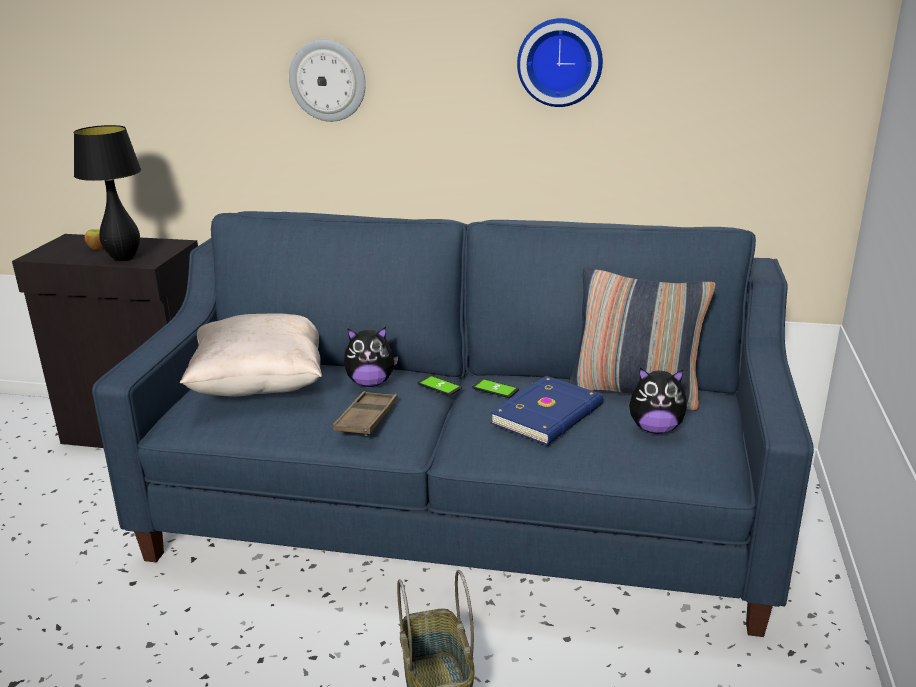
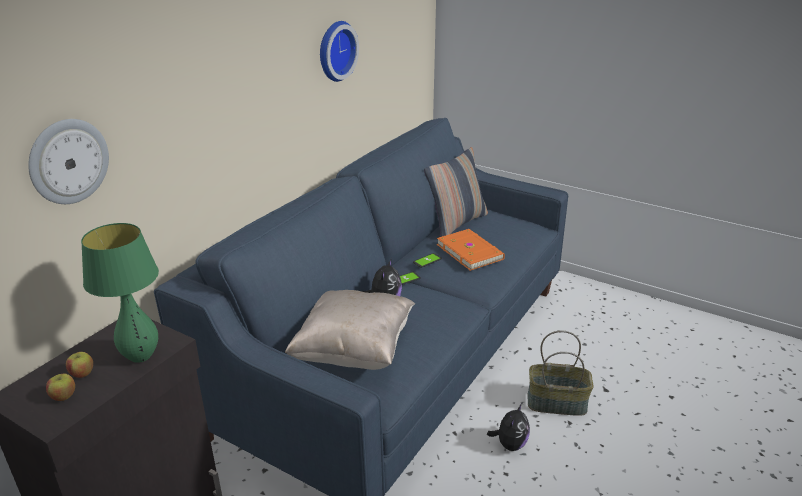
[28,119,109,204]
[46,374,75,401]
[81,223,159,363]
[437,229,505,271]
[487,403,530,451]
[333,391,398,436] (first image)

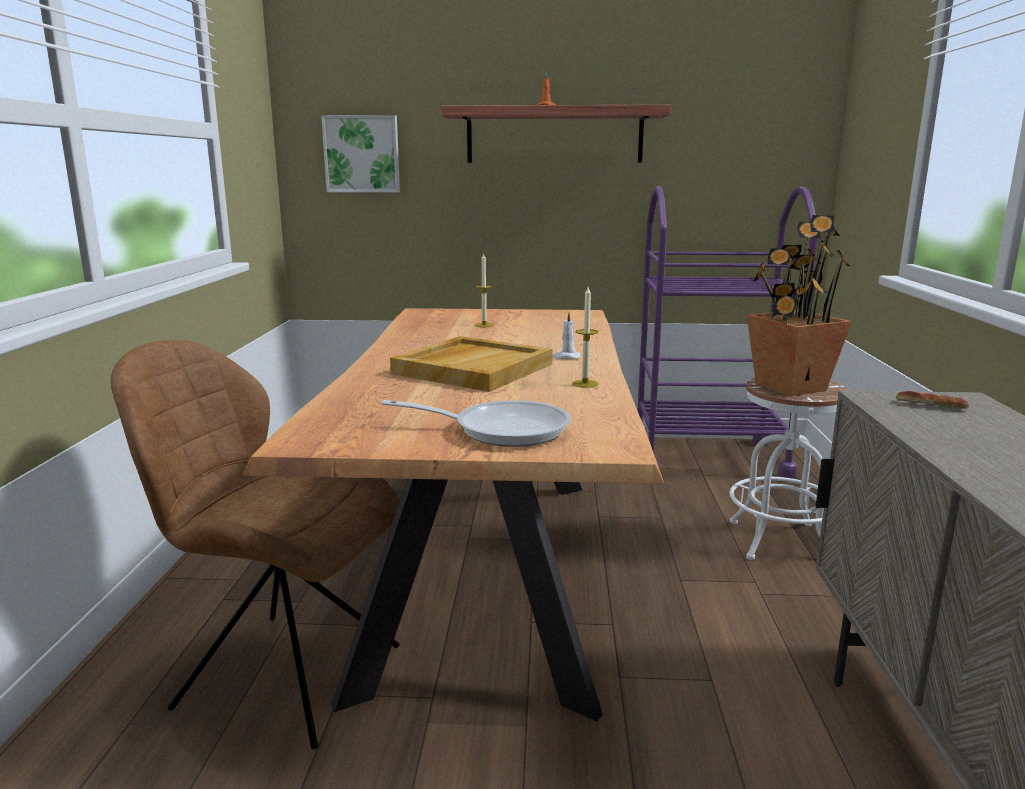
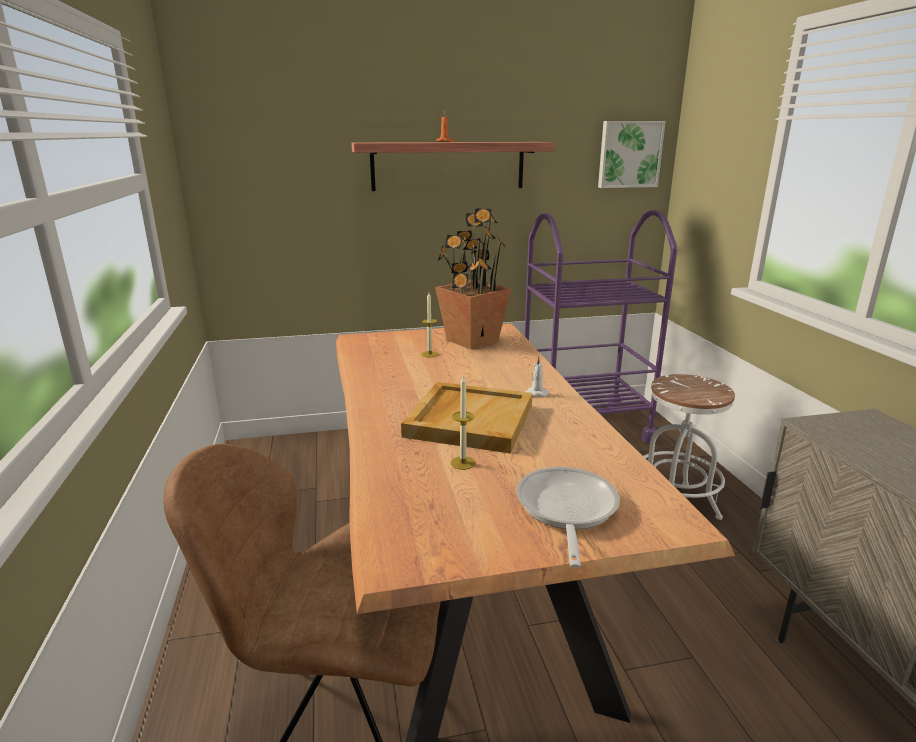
[435,209,511,349]
[450,374,476,470]
[516,467,620,568]
[598,121,666,188]
[896,391,969,409] (first image)

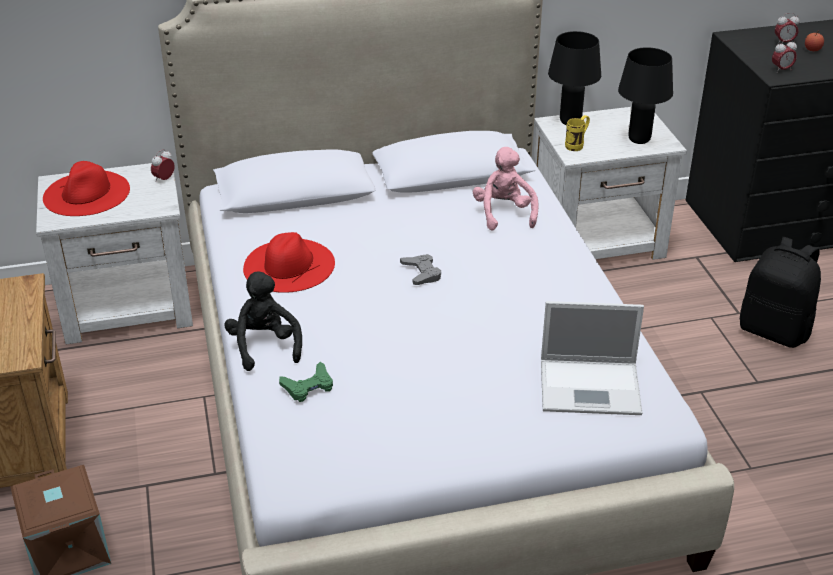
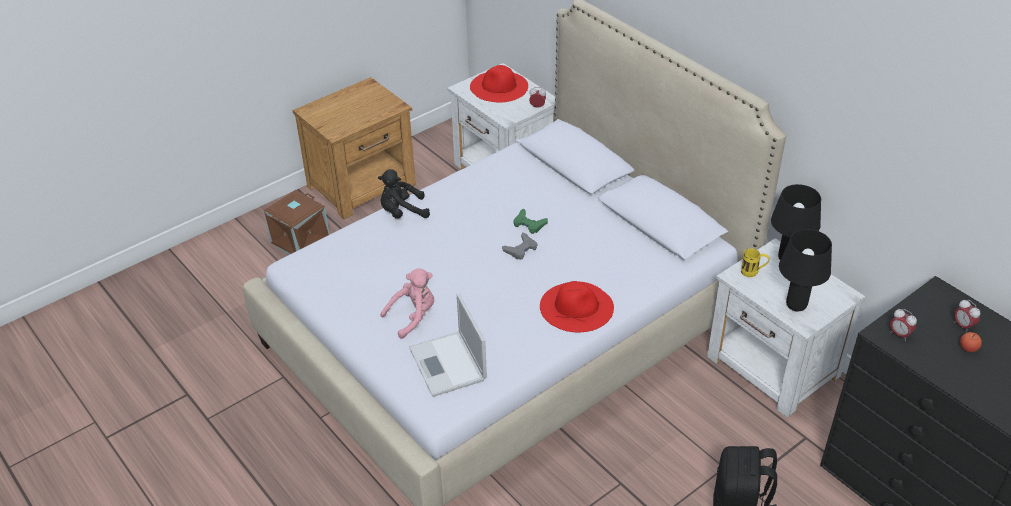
[378,169,430,219]
[381,268,434,339]
[513,208,548,234]
[540,281,614,332]

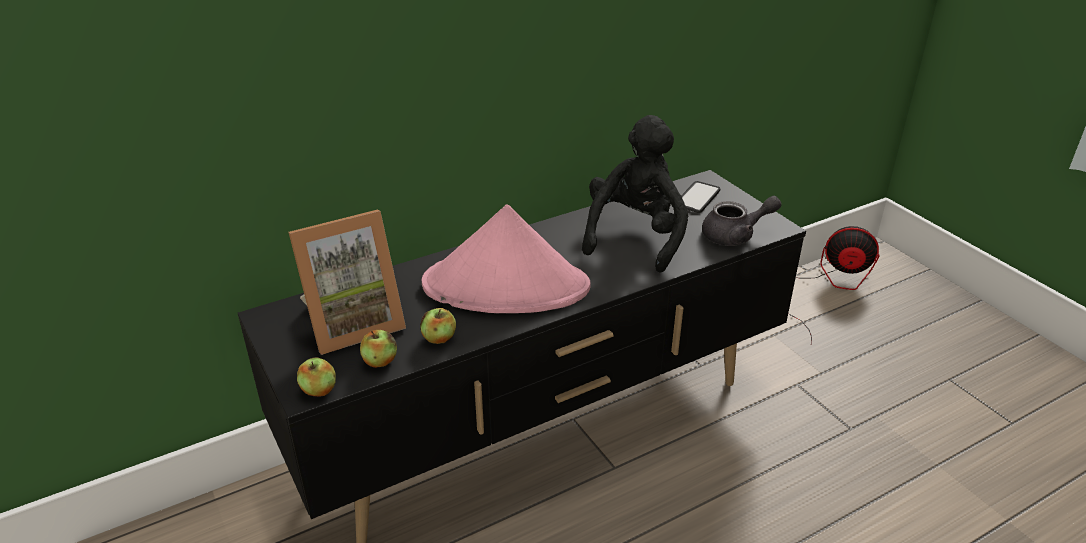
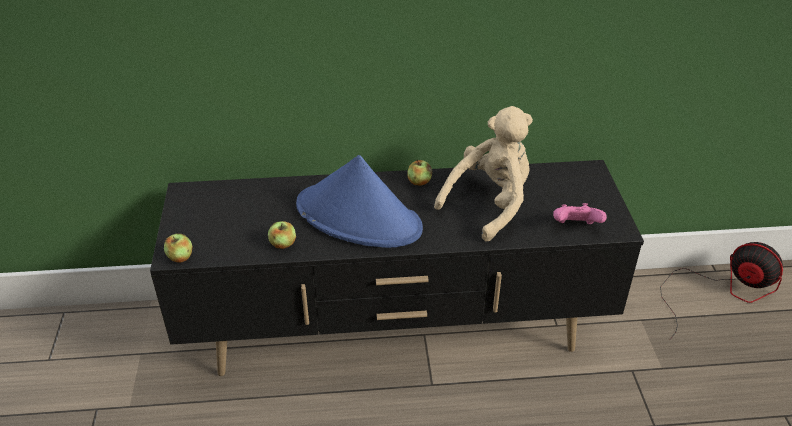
[296,155,423,248]
[407,160,432,186]
[434,106,533,242]
[553,203,607,224]
[289,209,406,355] (first image)
[681,181,720,213] (first image)

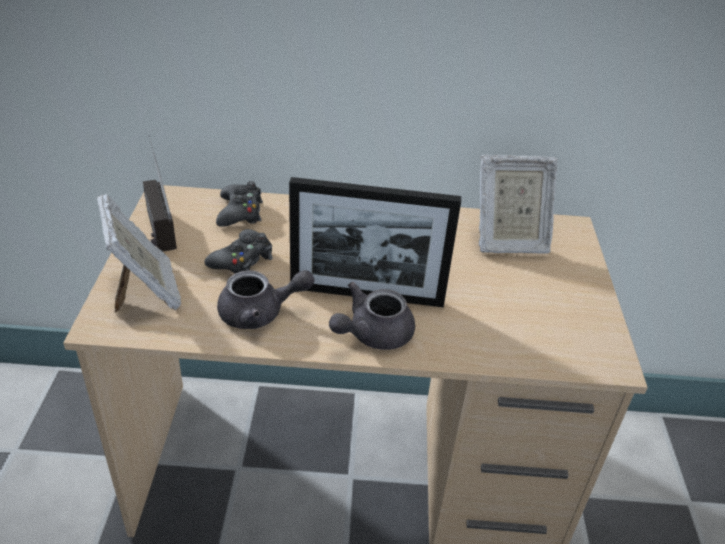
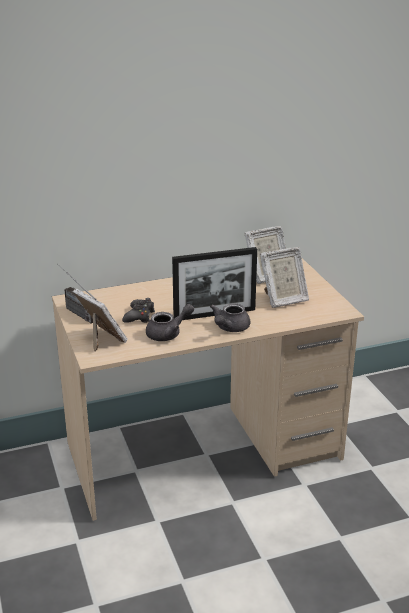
[260,247,309,308]
[216,181,263,227] (first image)

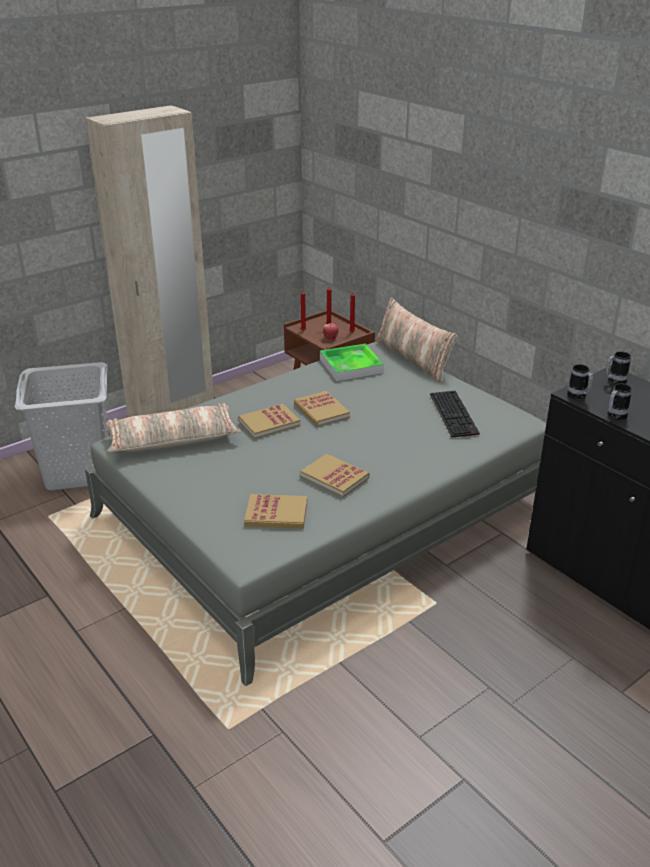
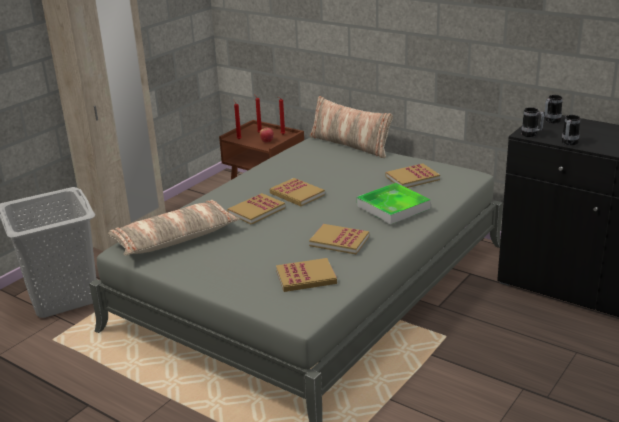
[357,183,431,225]
[386,163,440,188]

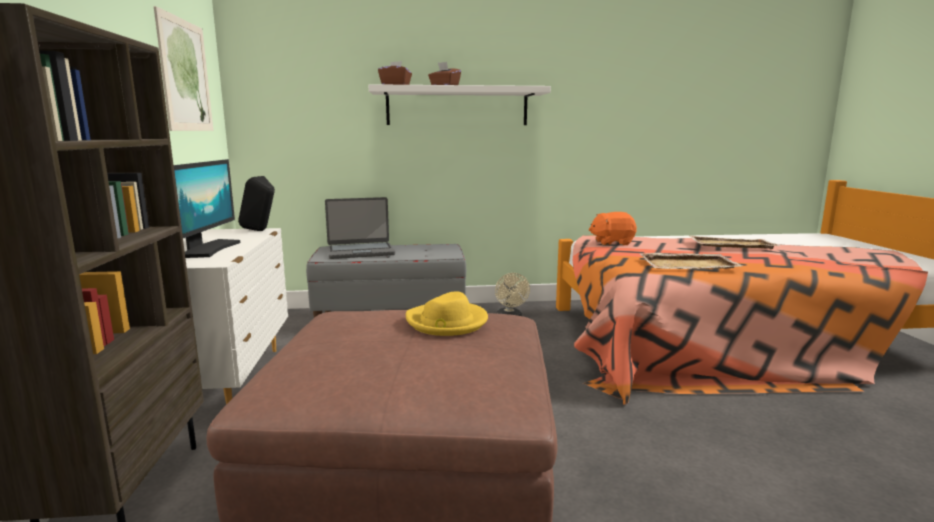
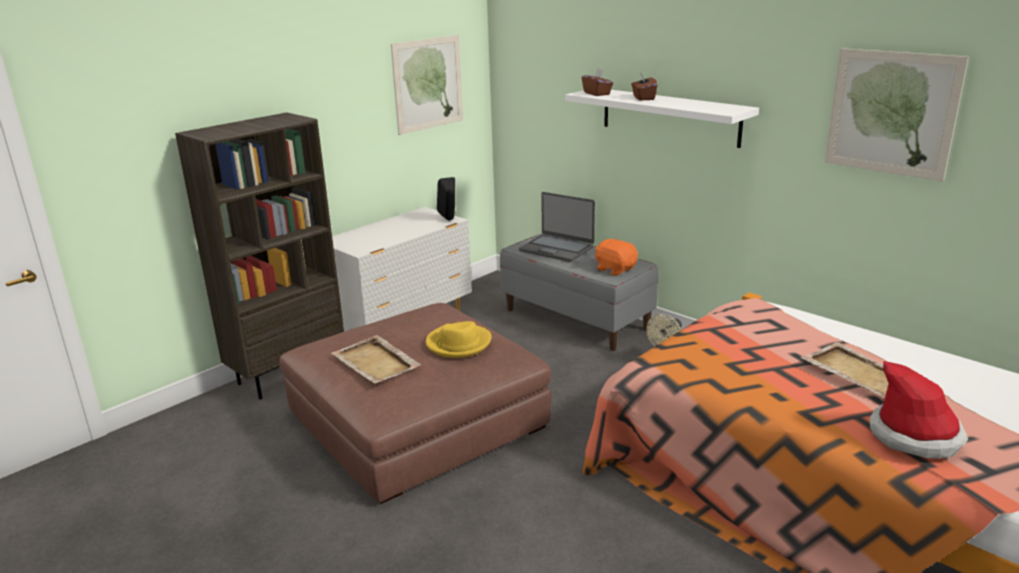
[331,335,421,384]
[595,238,638,276]
[825,48,969,182]
[870,361,968,458]
[174,159,240,258] (first image)

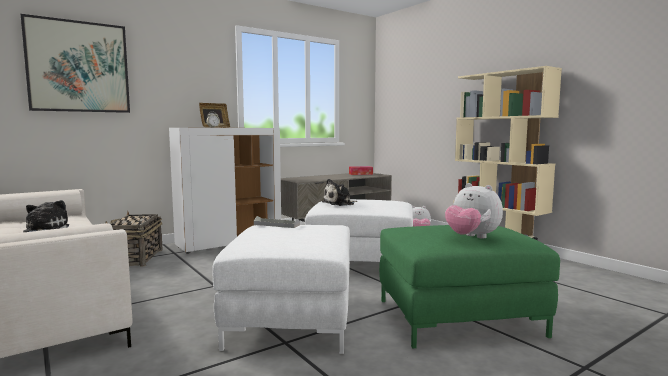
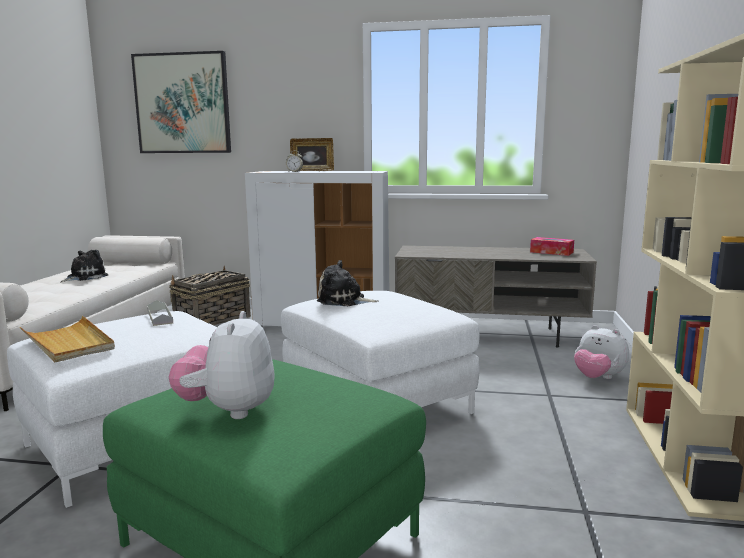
[20,316,115,363]

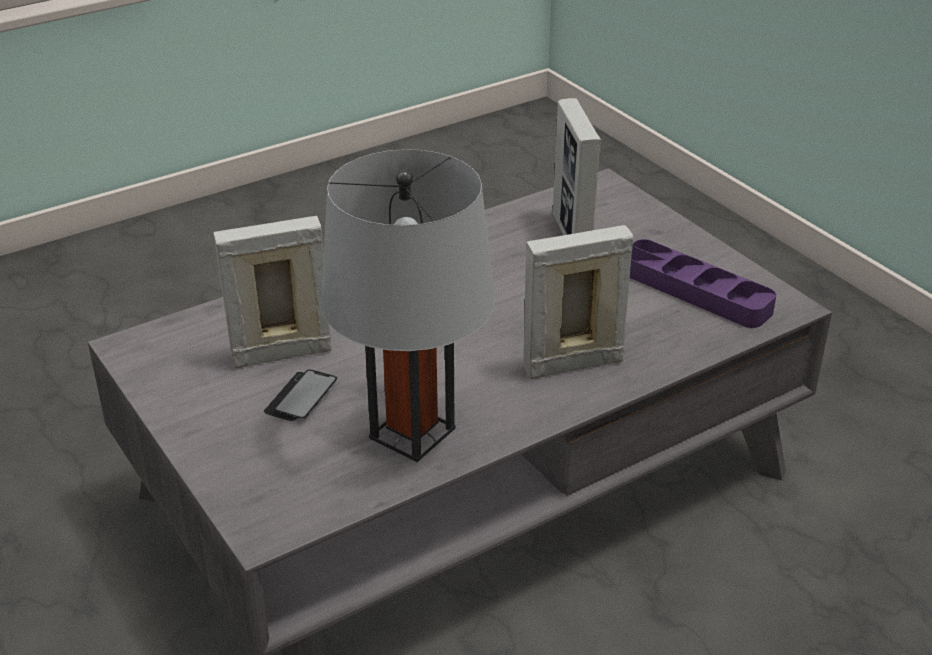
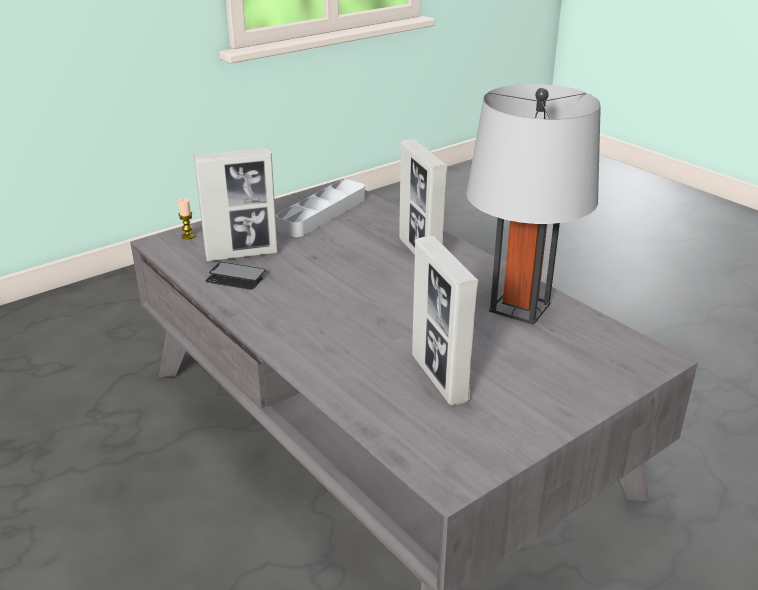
[178,198,195,239]
[206,262,266,290]
[276,180,365,237]

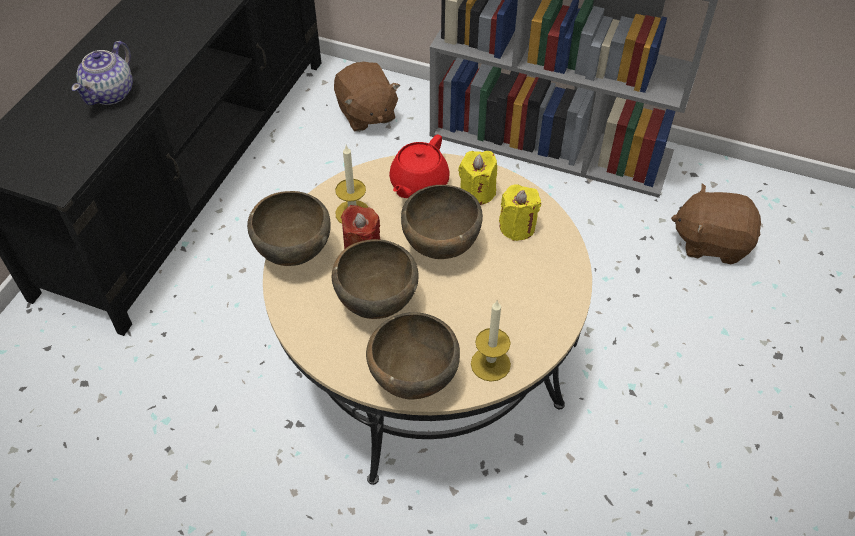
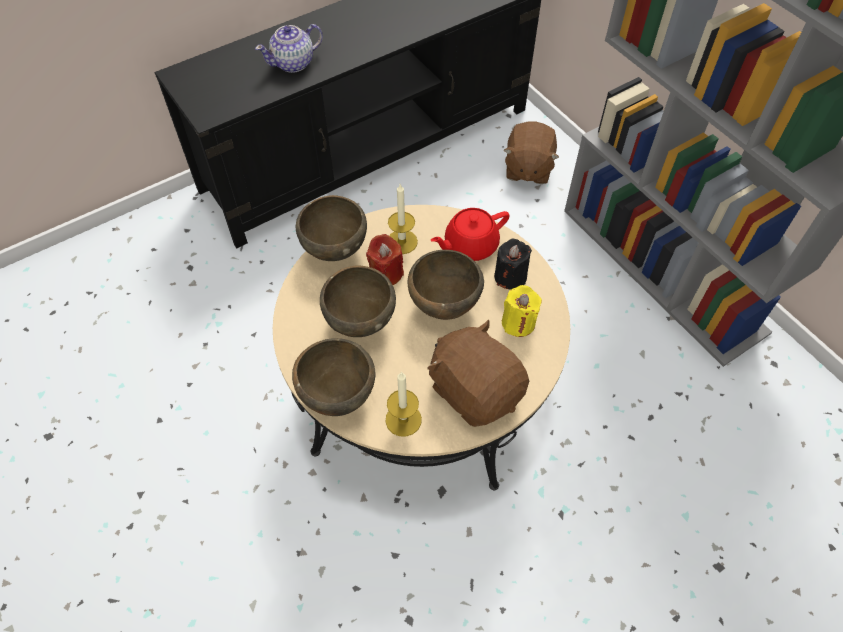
[427,320,529,427]
[494,239,532,290]

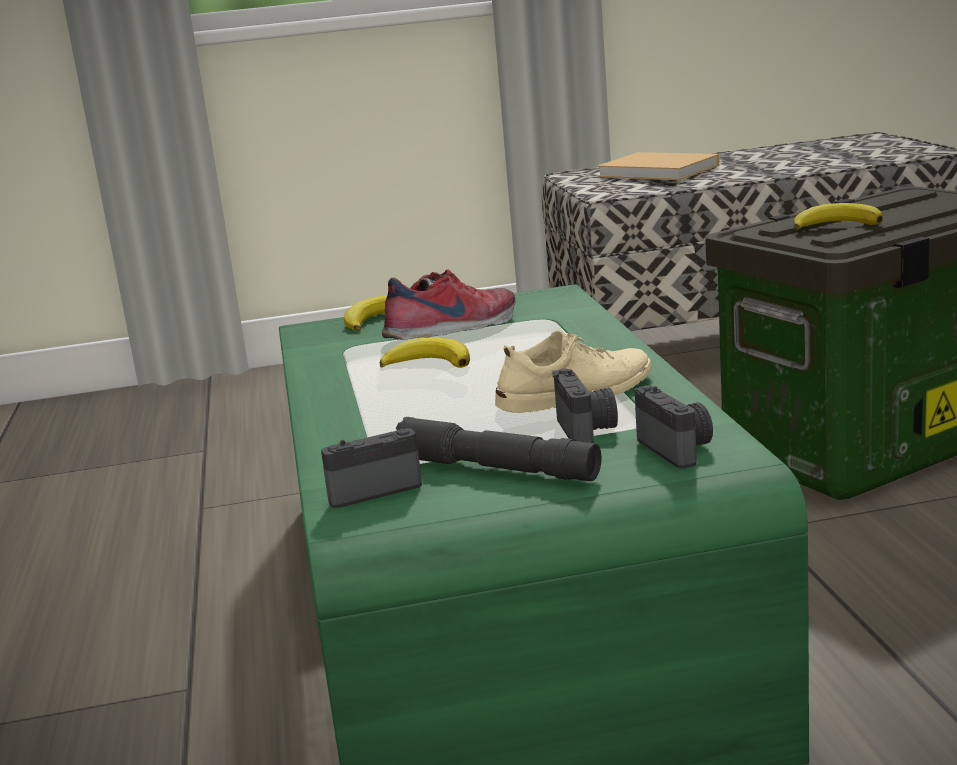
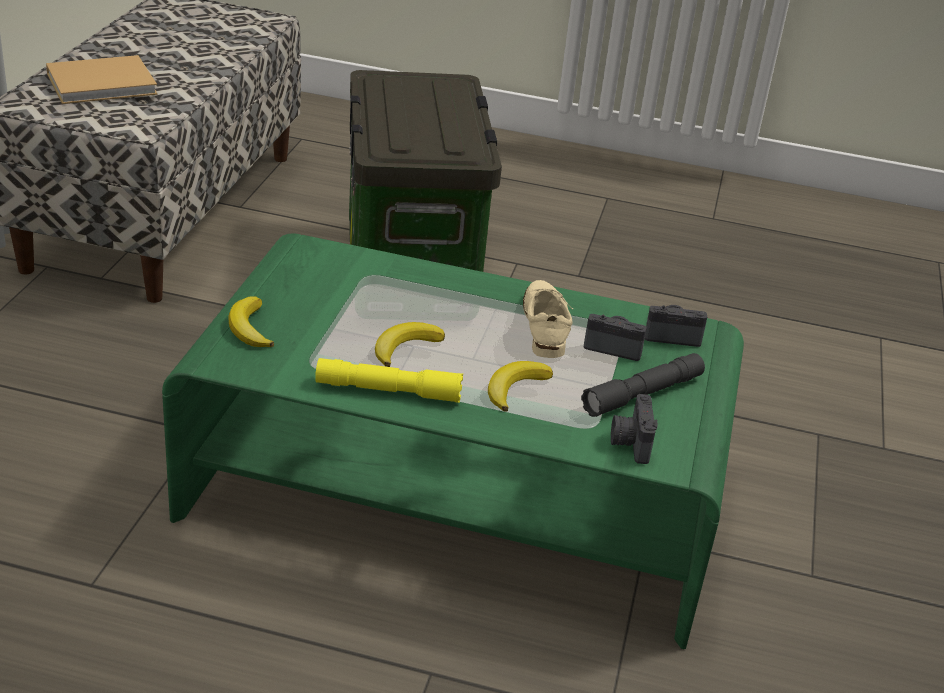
[315,358,463,403]
[488,361,553,412]
[382,270,516,340] (first image)

